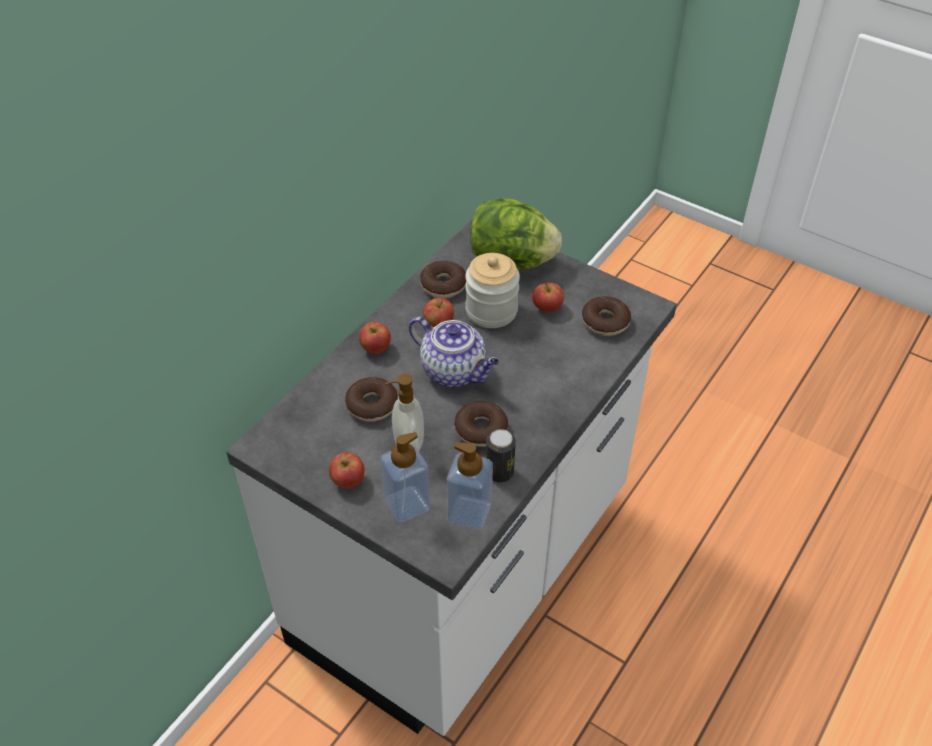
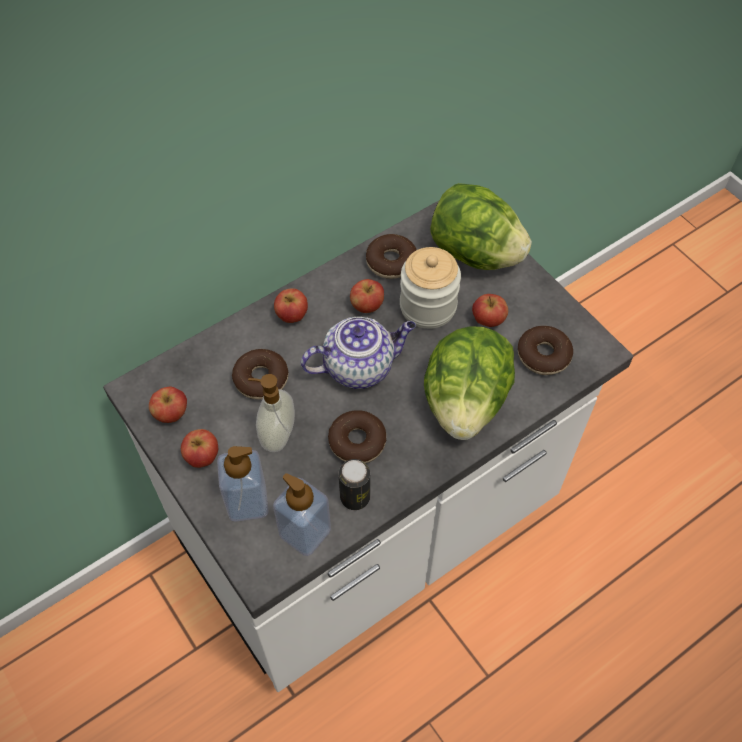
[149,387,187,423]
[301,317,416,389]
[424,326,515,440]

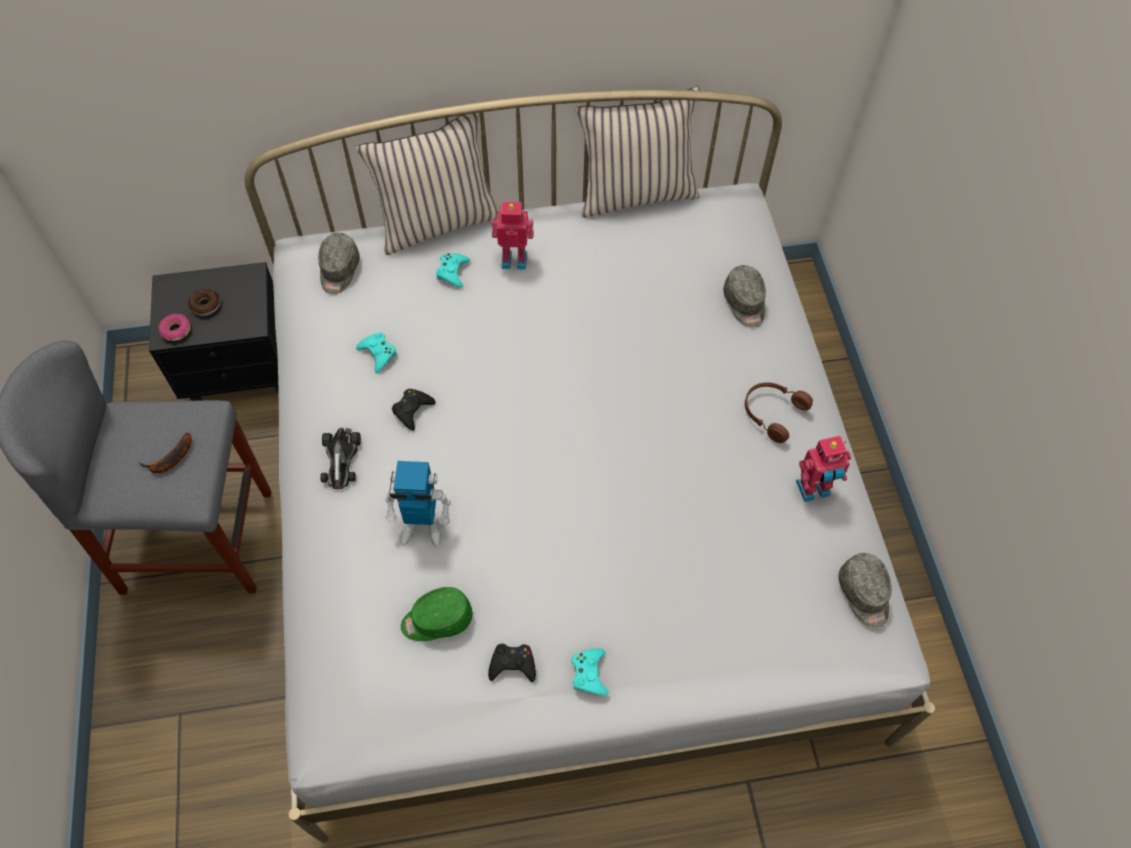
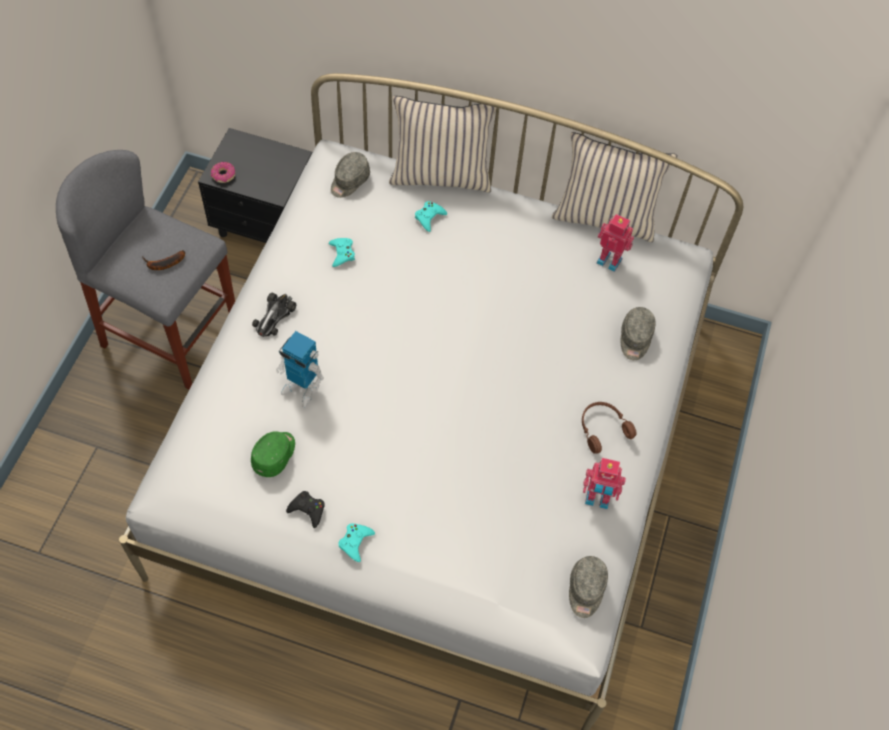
[251,431,295,477]
[597,214,634,272]
[188,289,220,316] (first image)
[392,389,436,431] (first image)

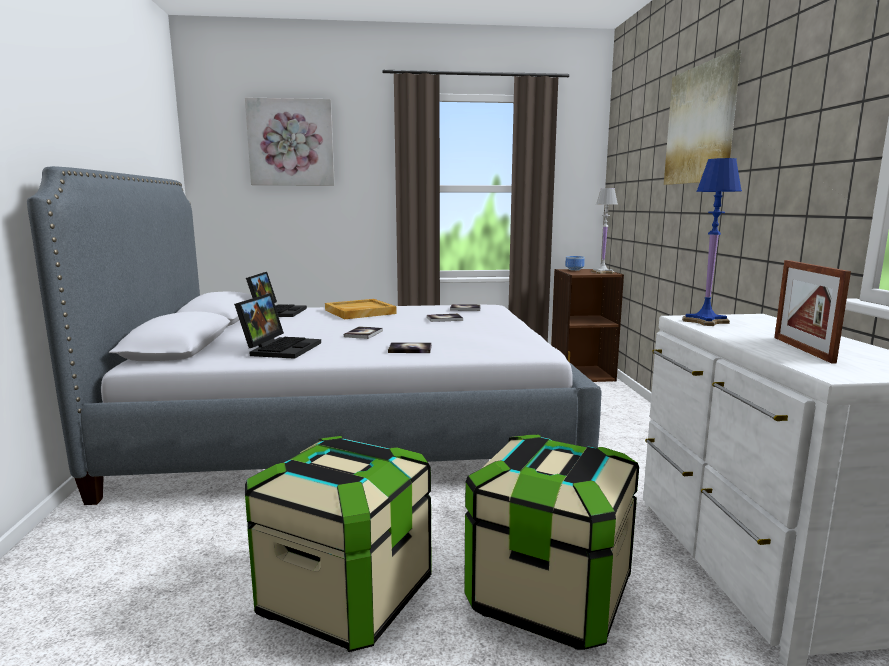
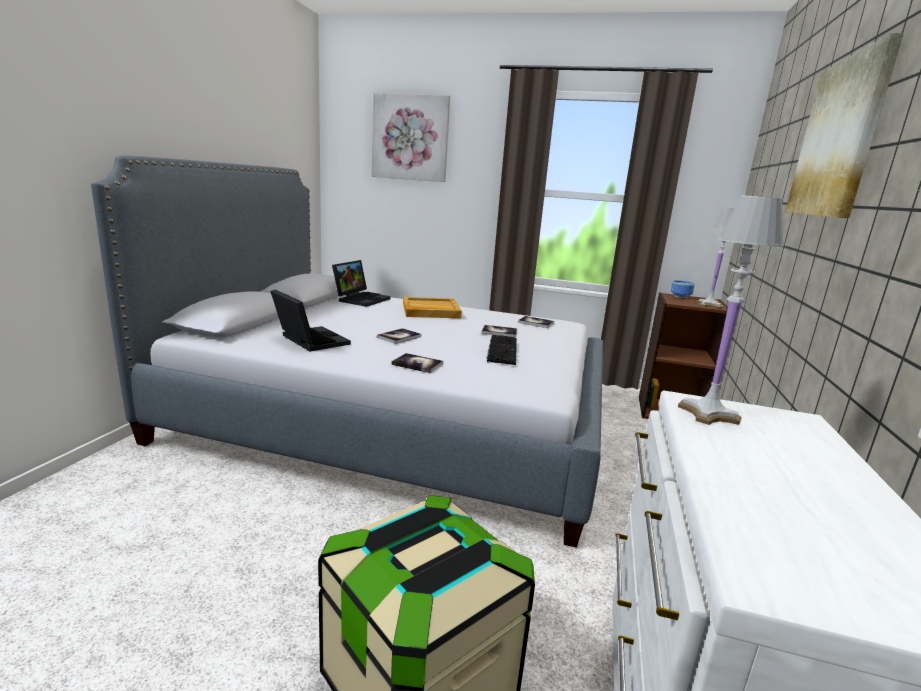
[270,290,351,352]
[487,335,517,365]
[678,195,784,425]
[245,436,432,652] (first image)
[774,260,851,364] (first image)

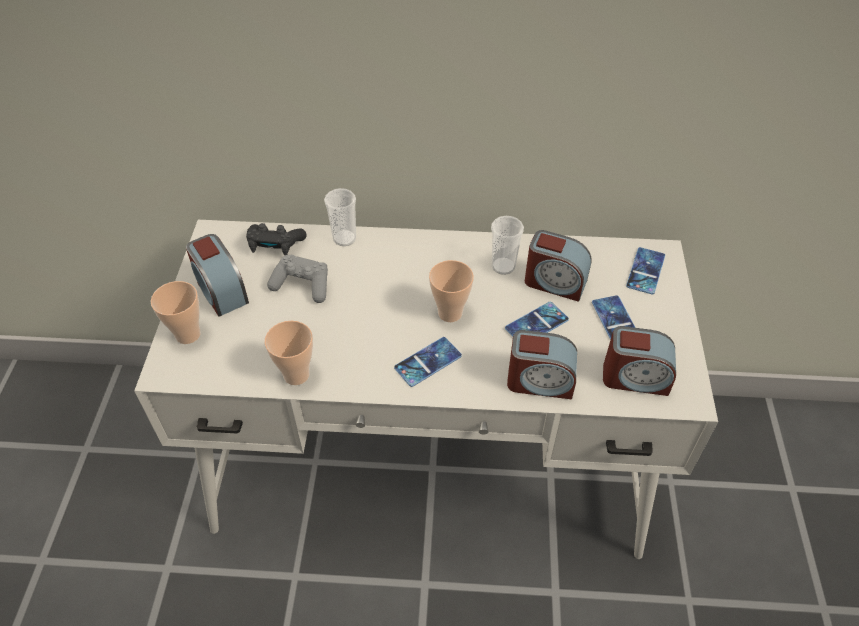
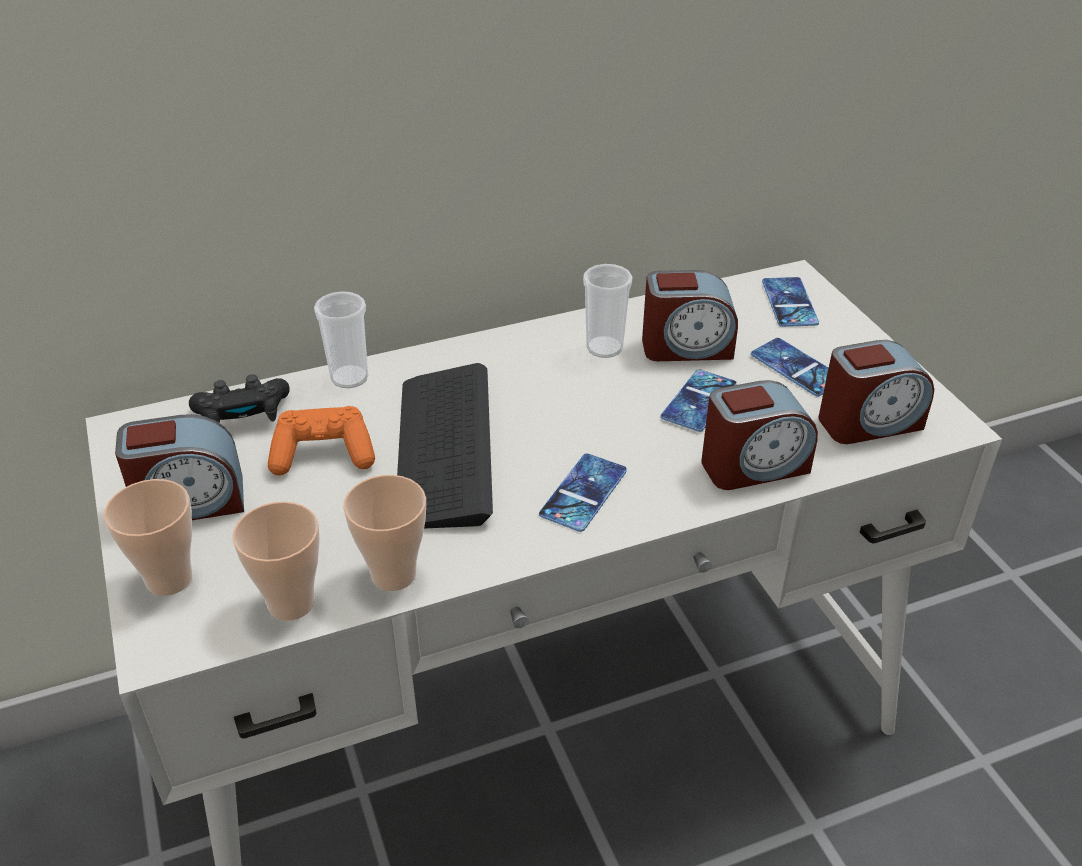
[115,414,244,520]
[232,501,320,621]
[268,406,375,476]
[397,363,493,528]

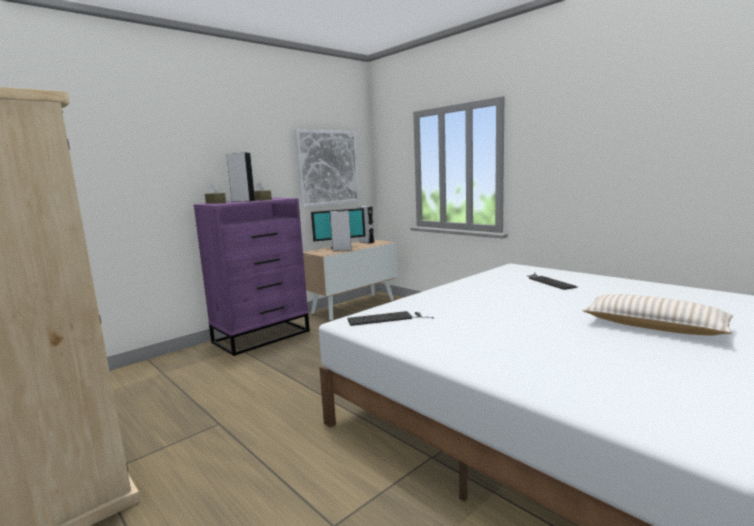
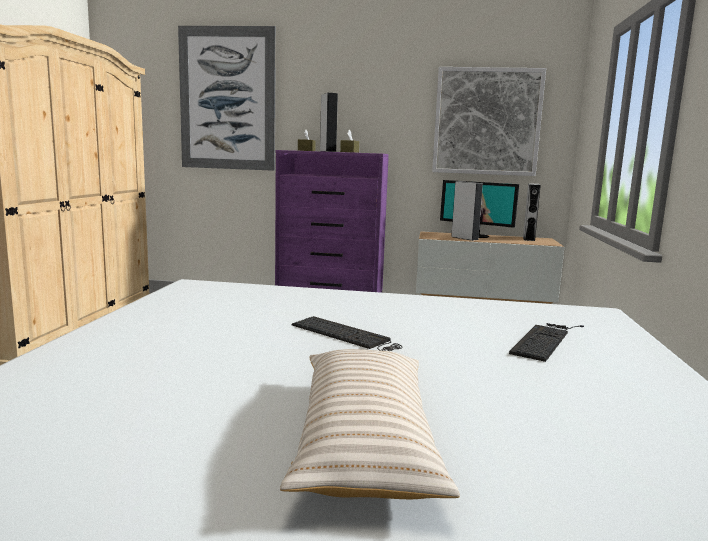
[178,26,276,171]
[292,316,403,351]

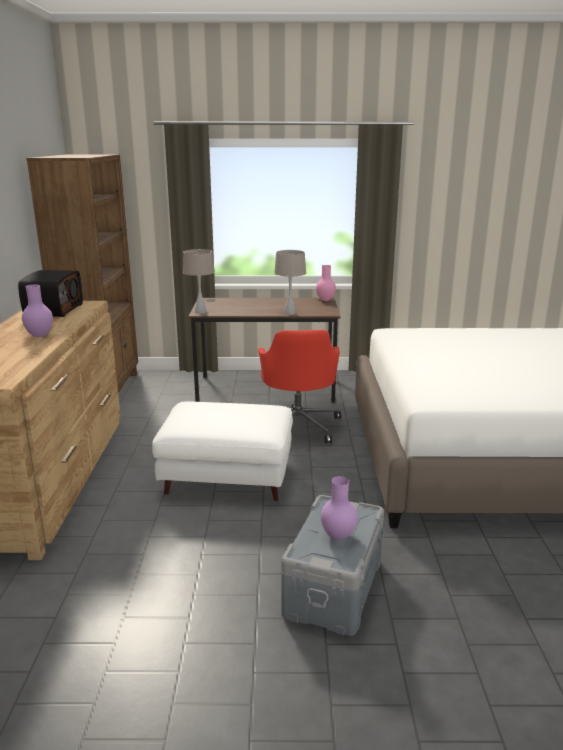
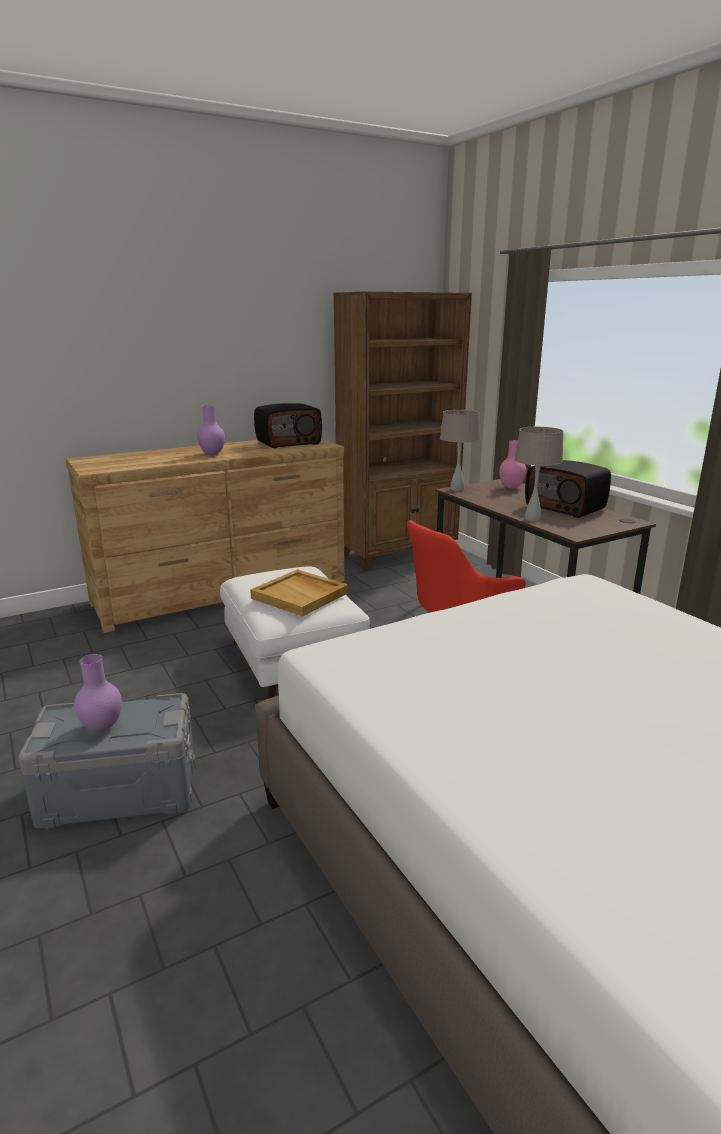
[250,569,348,617]
[499,440,527,489]
[525,460,611,518]

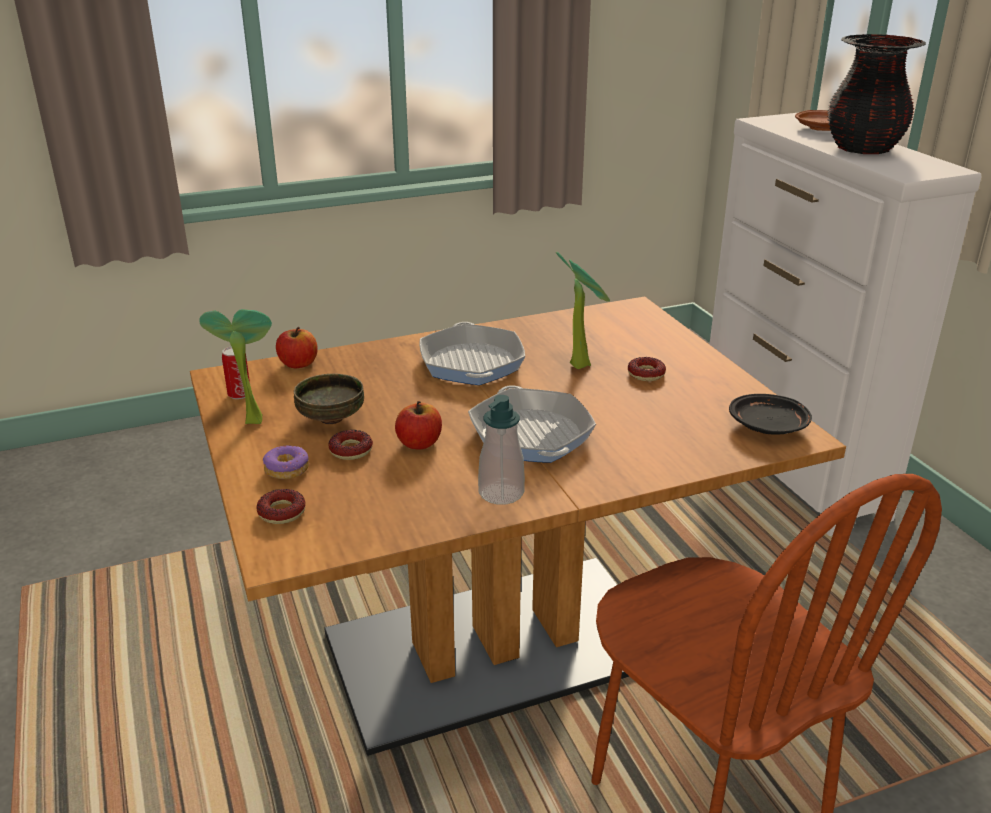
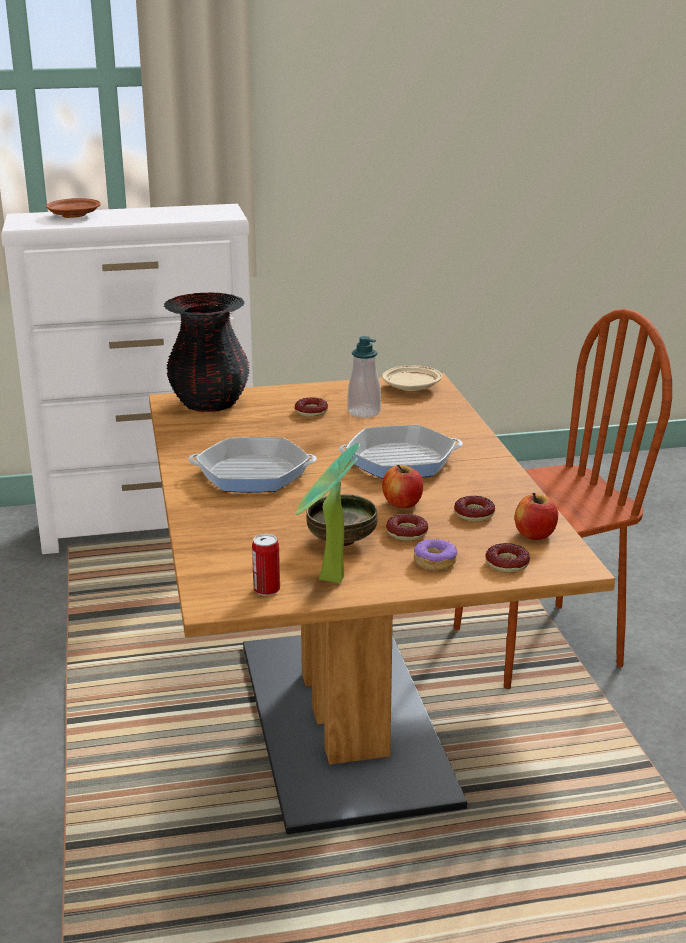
[164,292,250,412]
[348,336,381,417]
[382,366,442,391]
[454,496,495,521]
[515,493,558,540]
[556,252,610,369] (first image)

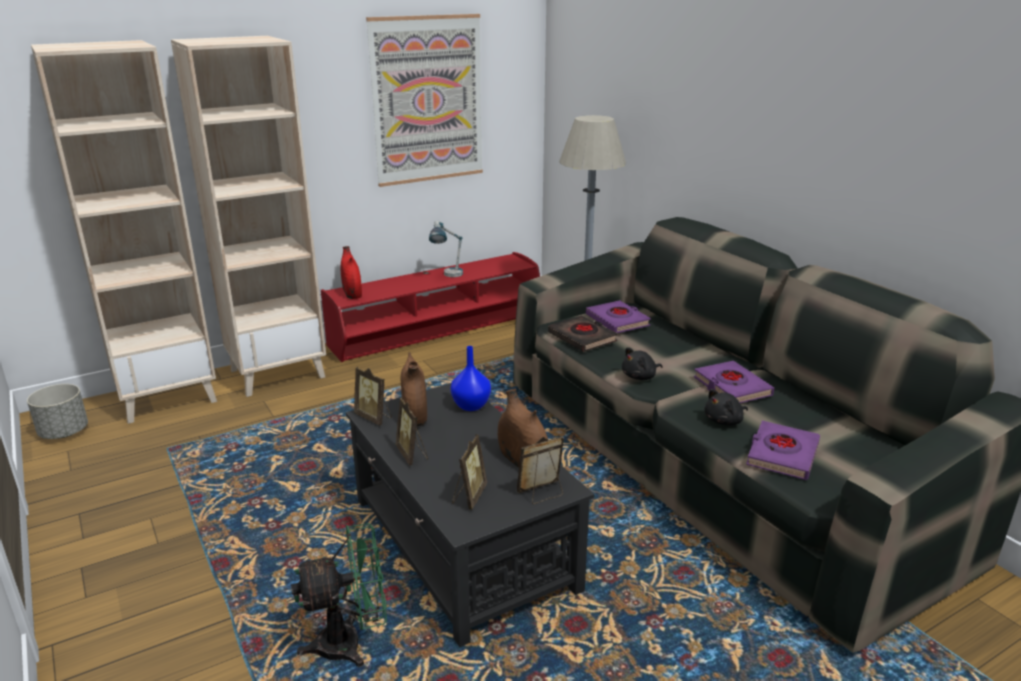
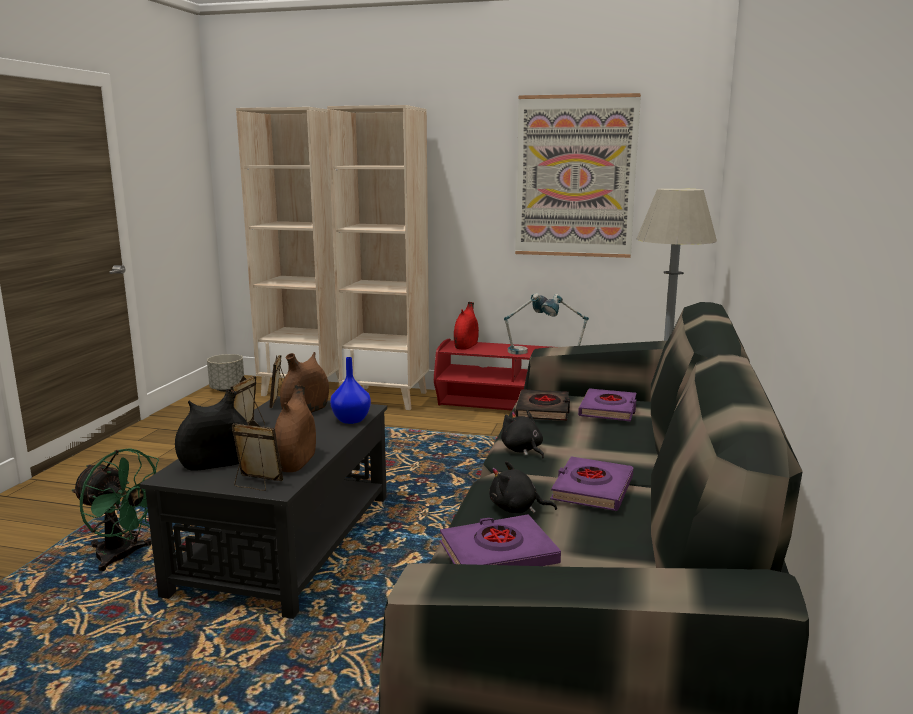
[175,389,248,471]
[501,410,544,459]
[504,293,548,355]

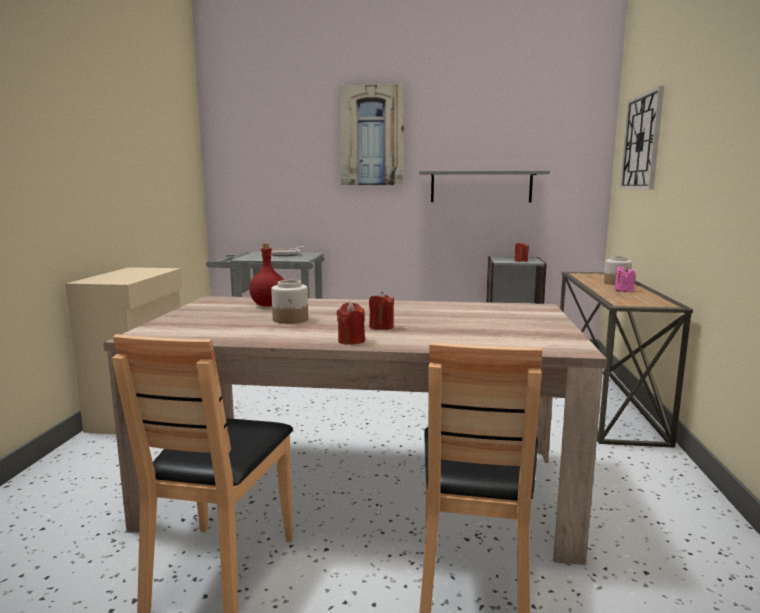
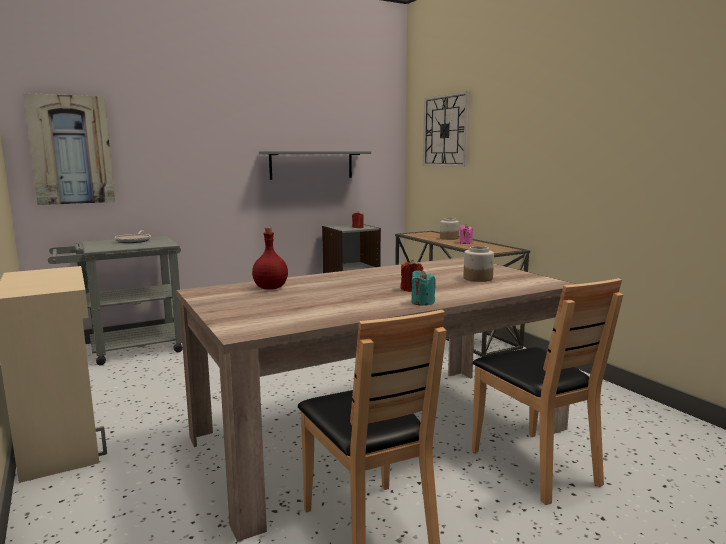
[23,93,115,205]
[411,270,436,306]
[463,246,494,282]

